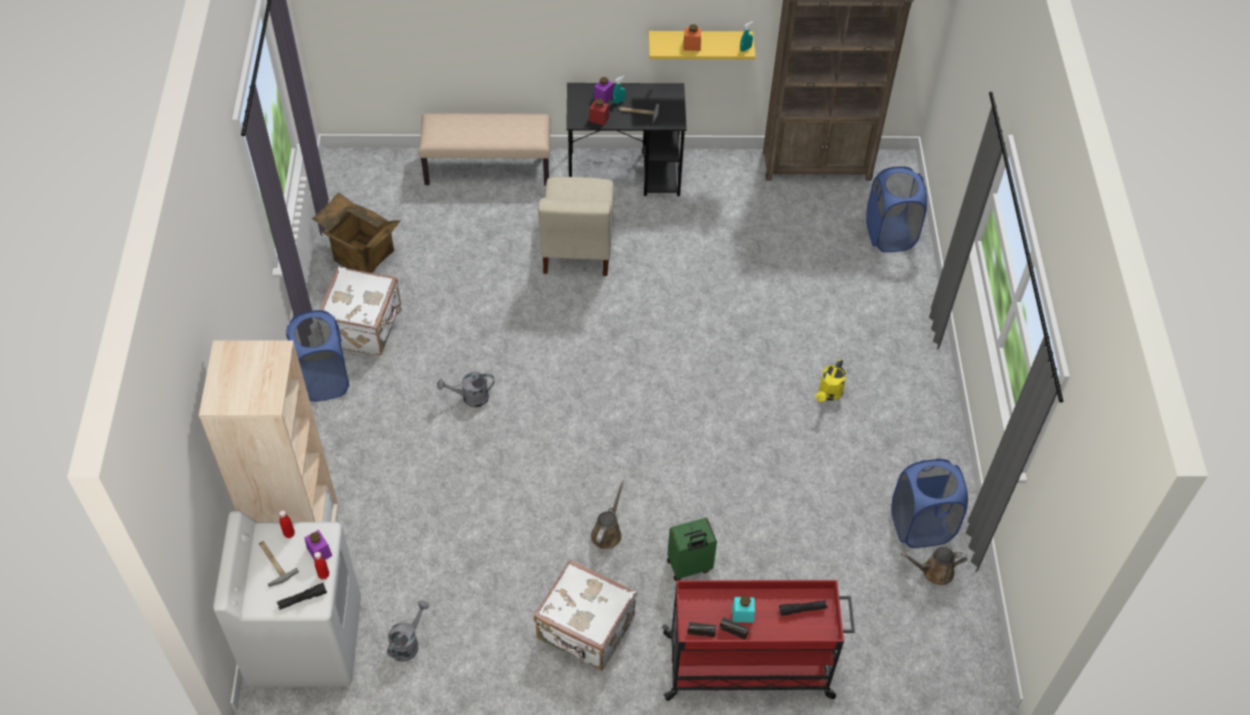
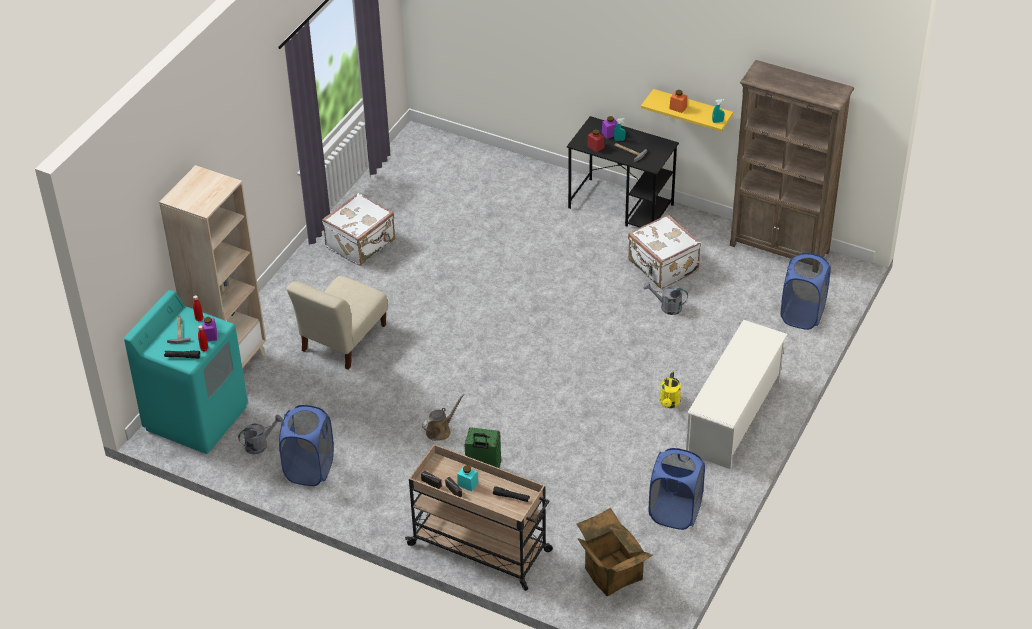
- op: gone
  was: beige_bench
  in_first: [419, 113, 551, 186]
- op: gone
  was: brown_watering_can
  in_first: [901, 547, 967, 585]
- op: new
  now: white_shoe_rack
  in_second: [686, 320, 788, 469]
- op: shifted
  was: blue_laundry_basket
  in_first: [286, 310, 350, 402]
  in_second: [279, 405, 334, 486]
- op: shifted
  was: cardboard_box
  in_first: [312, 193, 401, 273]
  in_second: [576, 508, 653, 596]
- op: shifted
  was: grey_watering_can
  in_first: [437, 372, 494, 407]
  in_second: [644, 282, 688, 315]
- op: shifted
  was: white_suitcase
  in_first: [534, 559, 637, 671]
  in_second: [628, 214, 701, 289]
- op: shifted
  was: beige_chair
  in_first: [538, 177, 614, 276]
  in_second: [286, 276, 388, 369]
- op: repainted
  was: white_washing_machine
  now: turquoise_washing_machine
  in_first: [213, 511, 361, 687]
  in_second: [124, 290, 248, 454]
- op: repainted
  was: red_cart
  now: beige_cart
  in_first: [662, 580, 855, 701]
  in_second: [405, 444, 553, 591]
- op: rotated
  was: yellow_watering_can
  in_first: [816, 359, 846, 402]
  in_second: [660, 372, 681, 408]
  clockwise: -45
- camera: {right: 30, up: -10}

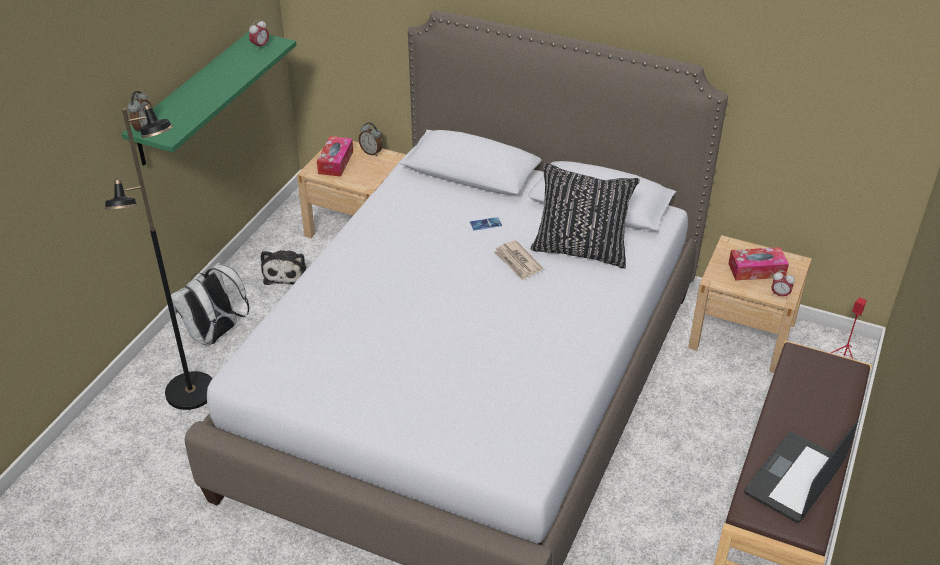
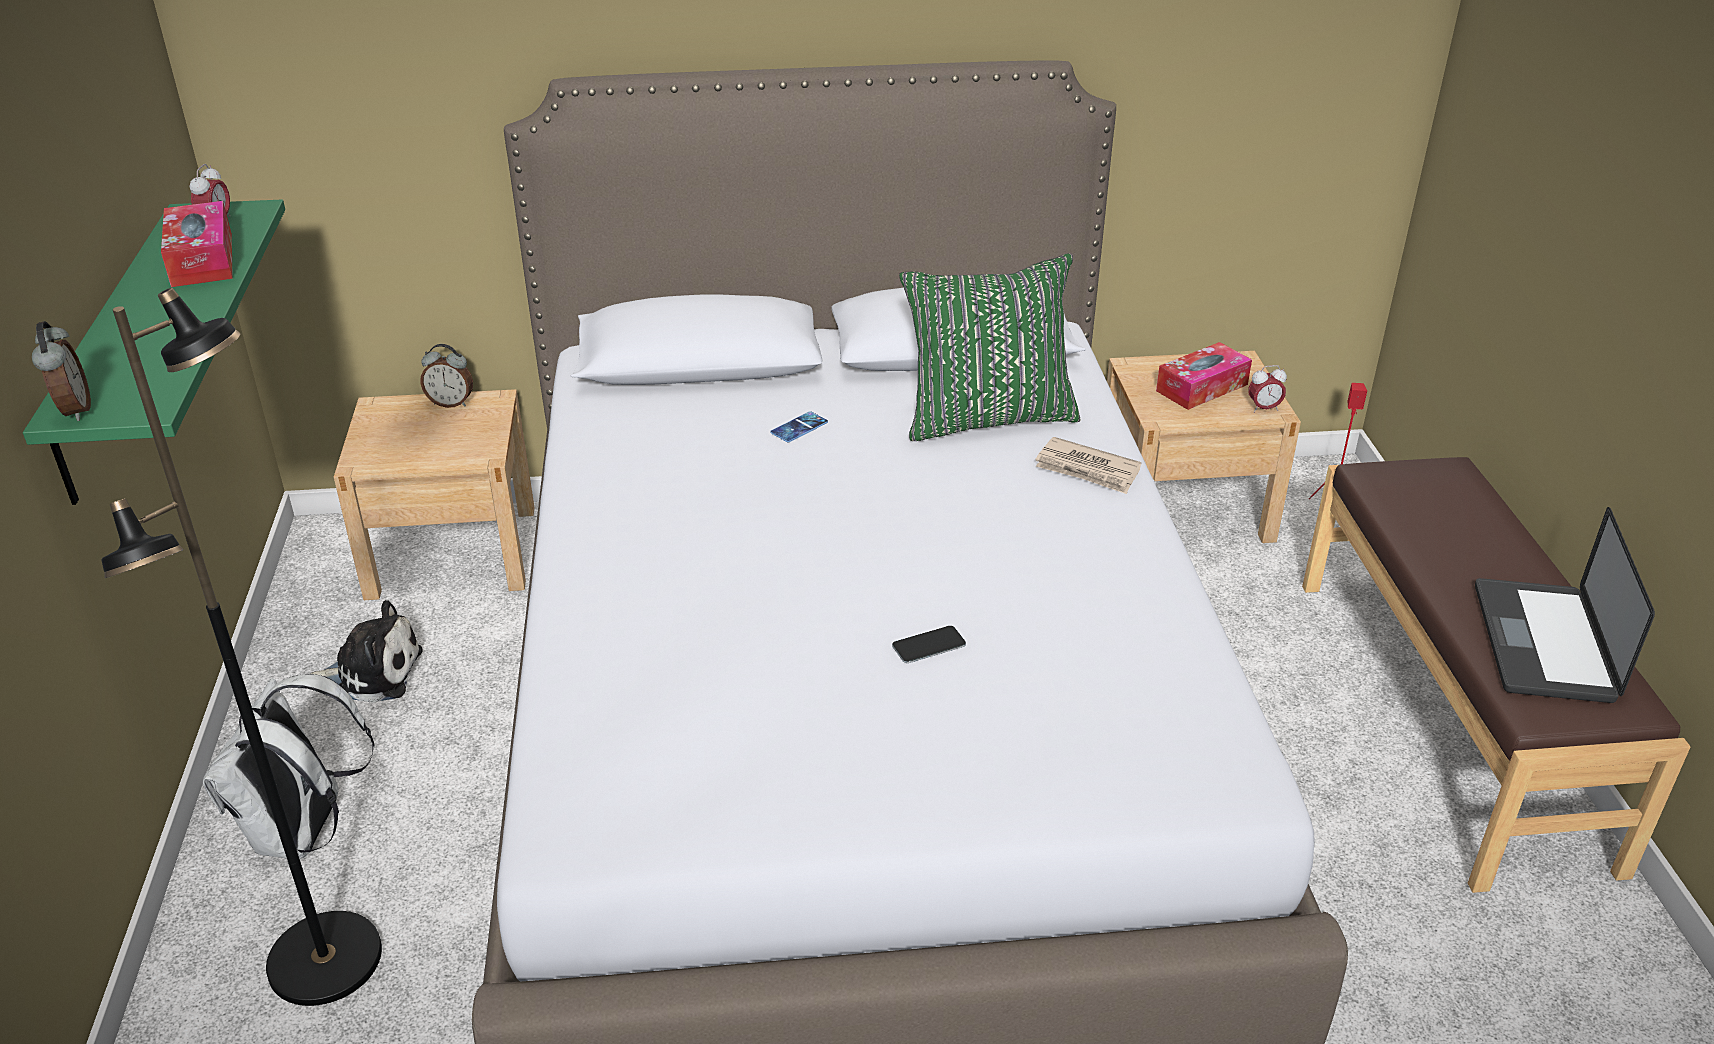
- op: new
  now: phone
  in_second: [892, 626, 966, 663]
- op: shifted
  was: tissue_box
  in_first: [317, 136, 353, 177]
  in_second: [161, 201, 233, 287]
- op: shifted
  was: newspaper
  in_first: [494, 240, 543, 281]
  in_second: [1035, 437, 1142, 494]
- op: repainted
  was: black_pillow
  now: green_pillow
  in_first: [531, 163, 640, 269]
  in_second: [899, 253, 1080, 441]
- op: rotated
  was: plush_toy
  in_first: [261, 250, 306, 285]
  in_second: [310, 600, 423, 703]
  clockwise: -60
- camera: {right: -30, up: -5}

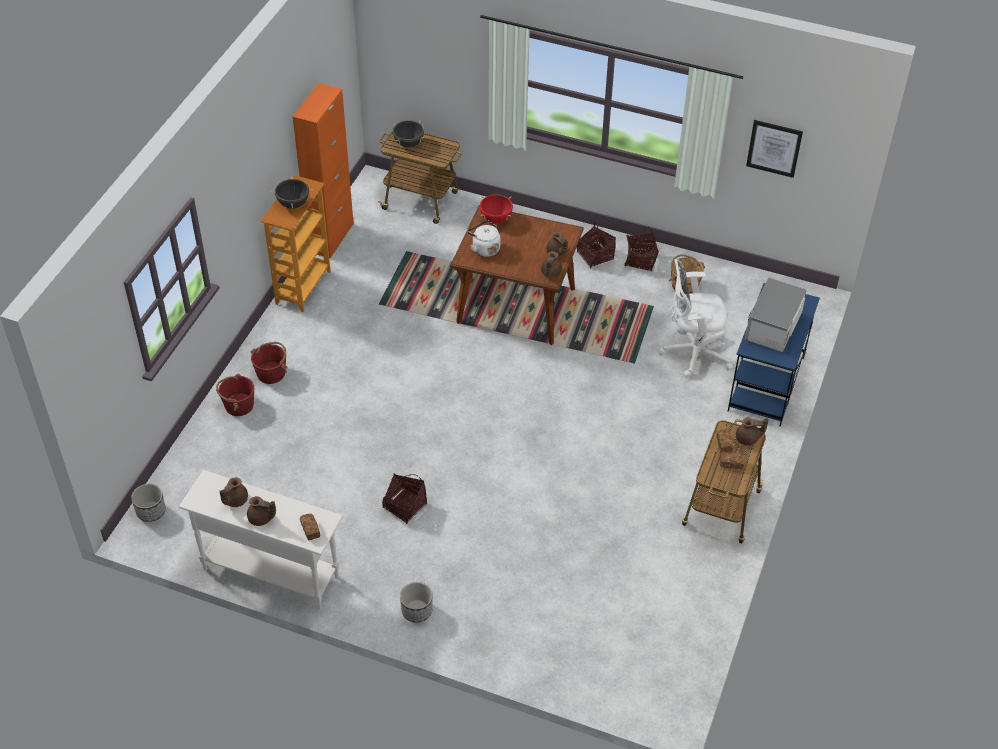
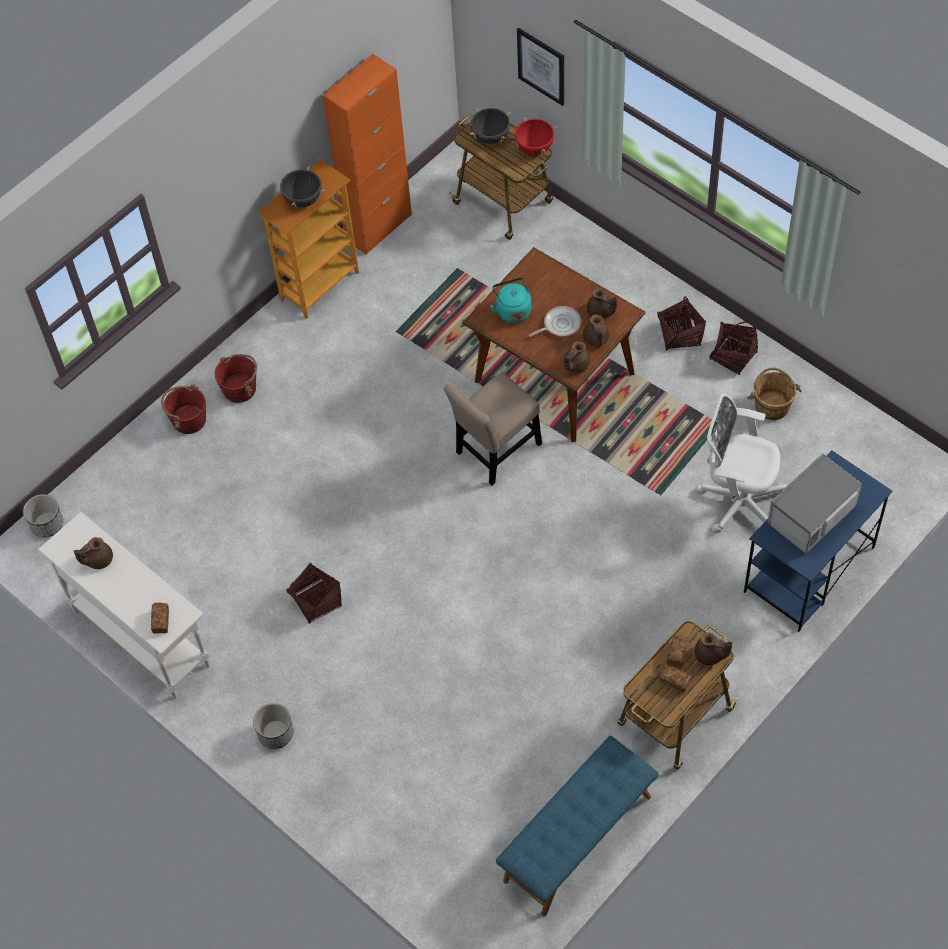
- op: new
  now: beige_chair
  in_second: [444, 372, 542, 485]
- op: new
  now: blue_bench
  in_second: [496, 736, 659, 916]
- op: new
  now: frying_pan
  in_second: [529, 306, 581, 337]
- op: shifted
  was: brown_teapot
  in_first: [247, 496, 276, 526]
  in_second: [587, 288, 617, 319]
- op: shifted
  was: red_cooking_pot
  in_first: [480, 194, 513, 223]
  in_second: [512, 117, 557, 155]
- op: shifted
  was: picture
  in_first: [746, 120, 803, 178]
  in_second: [517, 28, 564, 106]
- op: repainted
  was: white_kettle
  now: turquoise_kettle
  in_first: [467, 220, 500, 257]
  in_second: [490, 277, 531, 323]
- camera: {right: 25, up: 10}

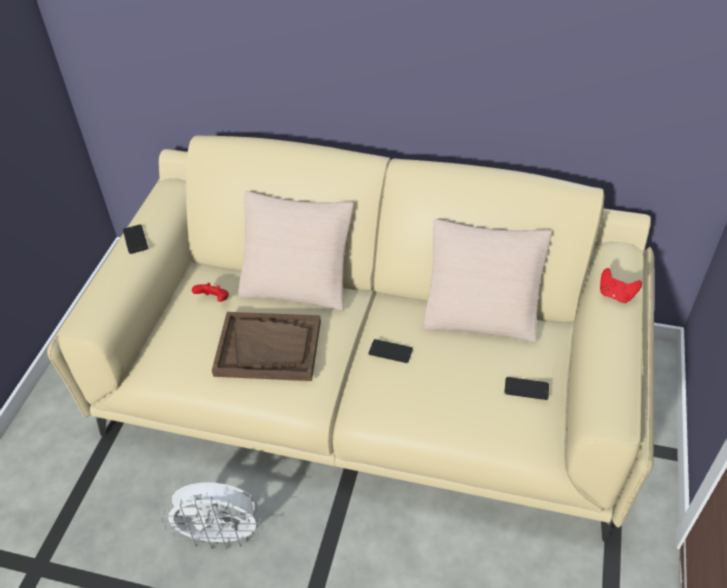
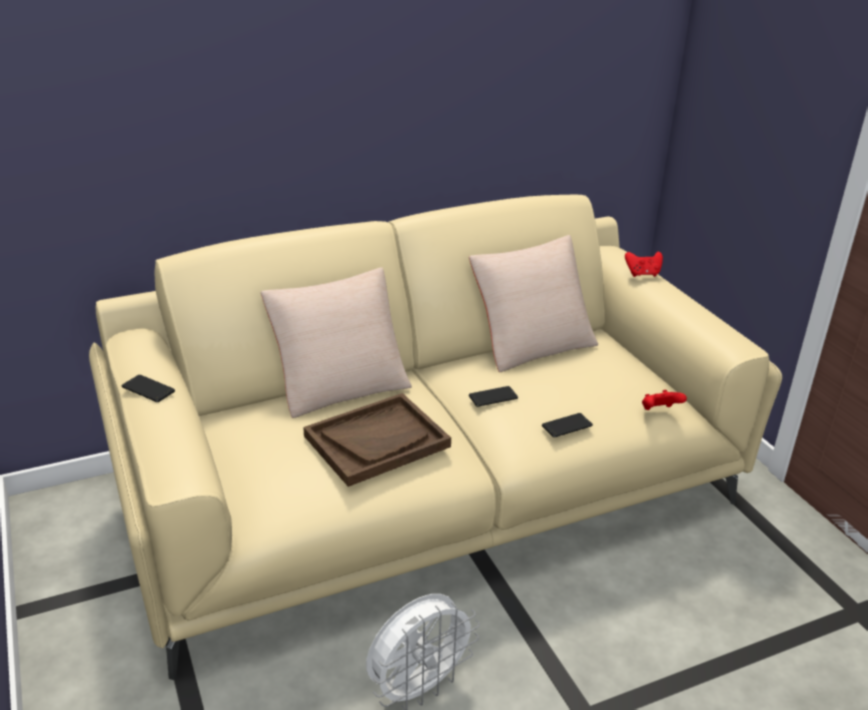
- op: shifted
  was: red_game_controller
  in_first: [192, 283, 229, 302]
  in_second: [642, 390, 687, 410]
- op: shifted
  was: phone
  in_first: [504, 377, 549, 400]
  in_second: [542, 413, 593, 437]
- camera: {right: -40, up: -15}

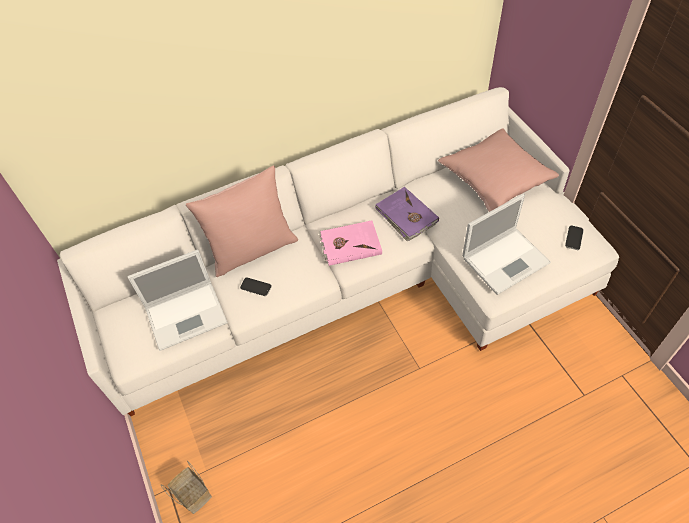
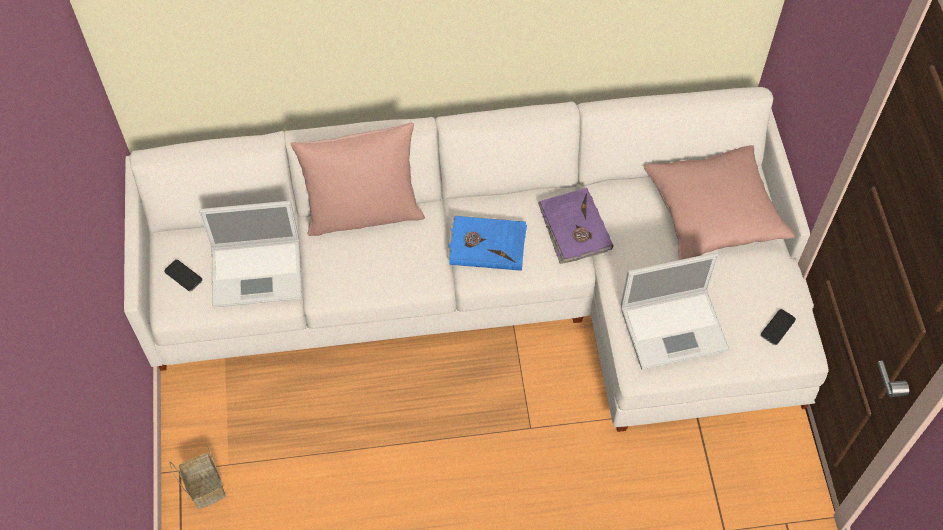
- op: shifted
  was: phone
  in_first: [240, 278, 272, 296]
  in_second: [164, 260, 203, 291]
- op: repainted
  was: pink_book
  now: blue_book
  in_first: [318, 220, 382, 266]
  in_second: [447, 215, 527, 271]
- camera: {right: 15, up: 5}

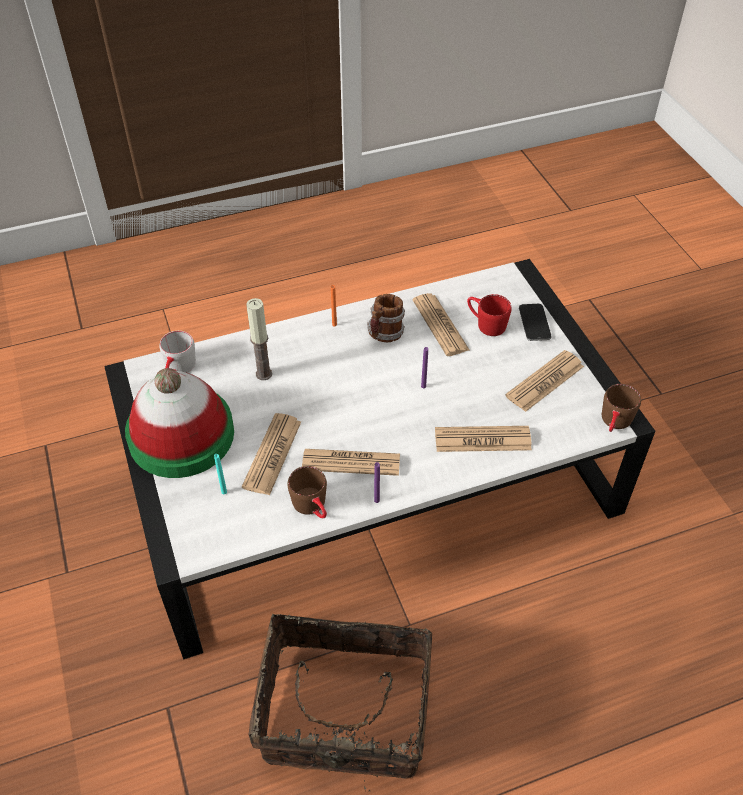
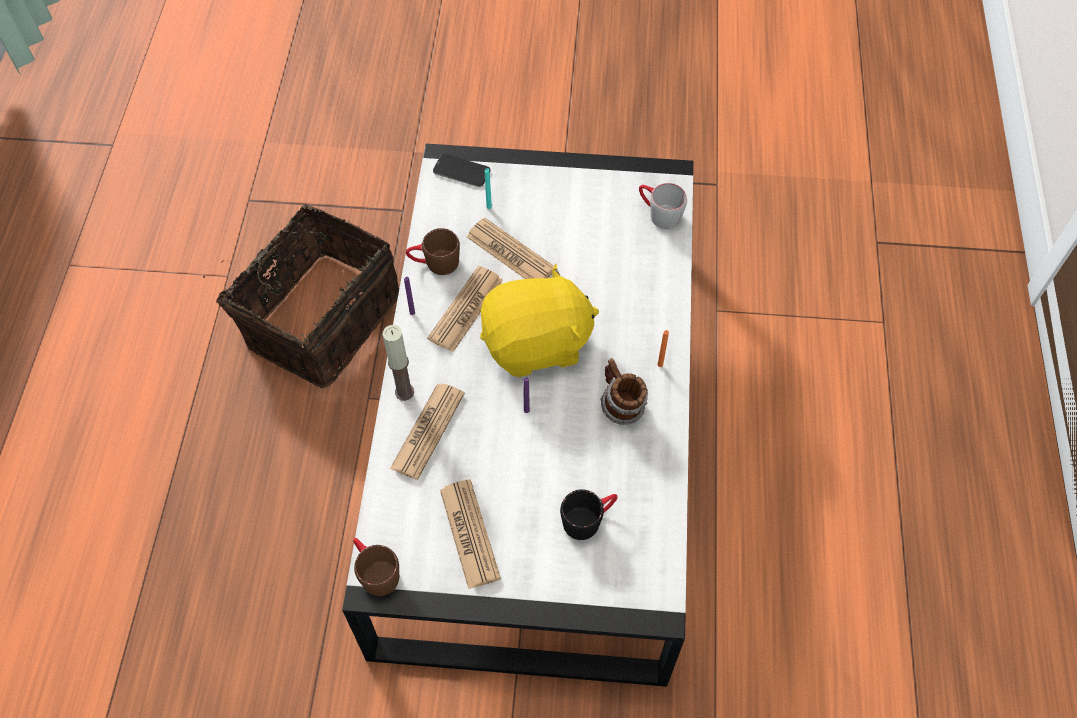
- op: gone
  was: hat
  in_first: [125, 368, 234, 478]
- op: gone
  was: newspaper
  in_first: [413, 293, 469, 356]
- op: new
  now: yellow_plush_toy
  in_second: [480, 264, 599, 377]
- op: shifted
  was: candle
  in_first: [246, 298, 272, 380]
  in_second: [383, 325, 414, 401]
- op: shifted
  was: phone
  in_first: [519, 304, 552, 341]
  in_second: [433, 154, 491, 187]
- op: repainted
  was: red_mug
  now: black_mug
  in_first: [467, 294, 511, 336]
  in_second: [560, 489, 618, 540]
- camera: {right: 115, up: 10}

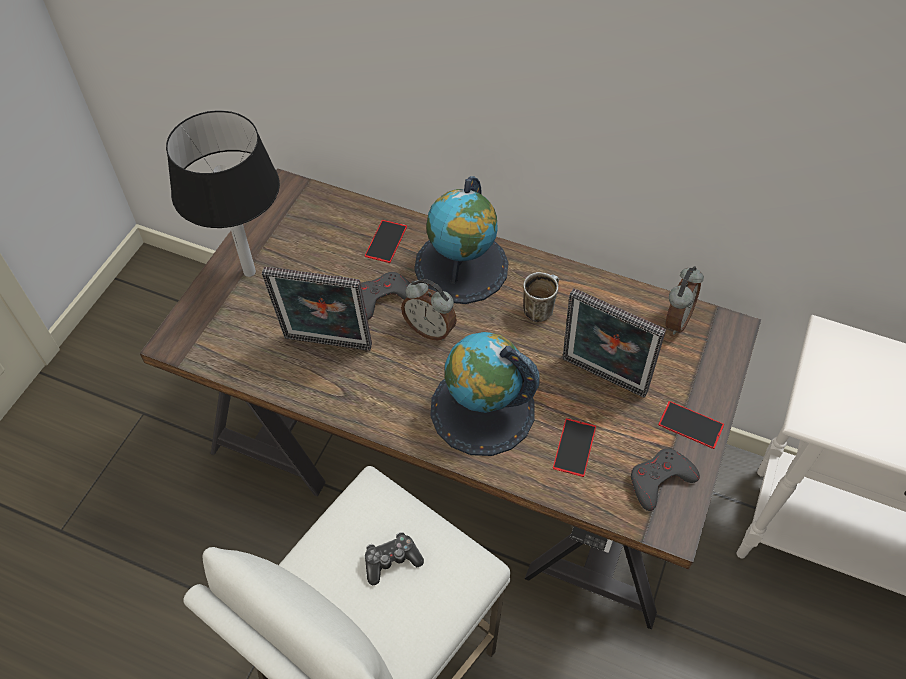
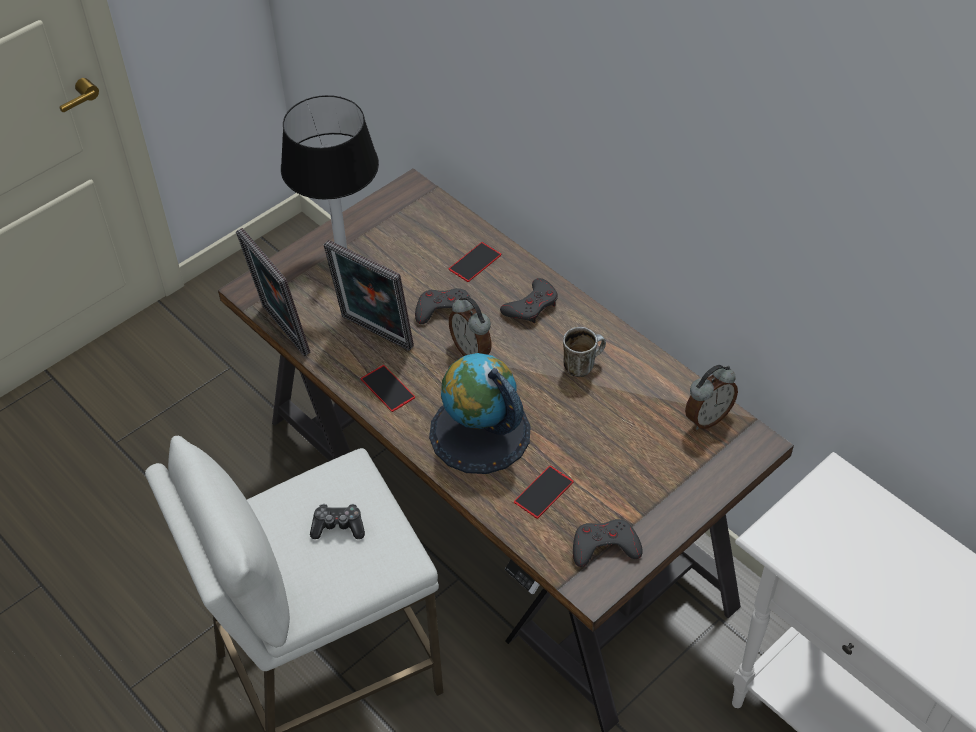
- op: shifted
  was: picture_frame
  in_first: [562, 288, 666, 398]
  in_second: [236, 228, 311, 356]
- op: shifted
  was: phone
  in_first: [658, 401, 724, 449]
  in_second: [361, 365, 415, 412]
- op: swapped
  was: globe
  now: grey_game_controller
  in_first: [414, 176, 509, 304]
  in_second: [500, 278, 558, 323]
- camera: {right: 25, up: -5}

